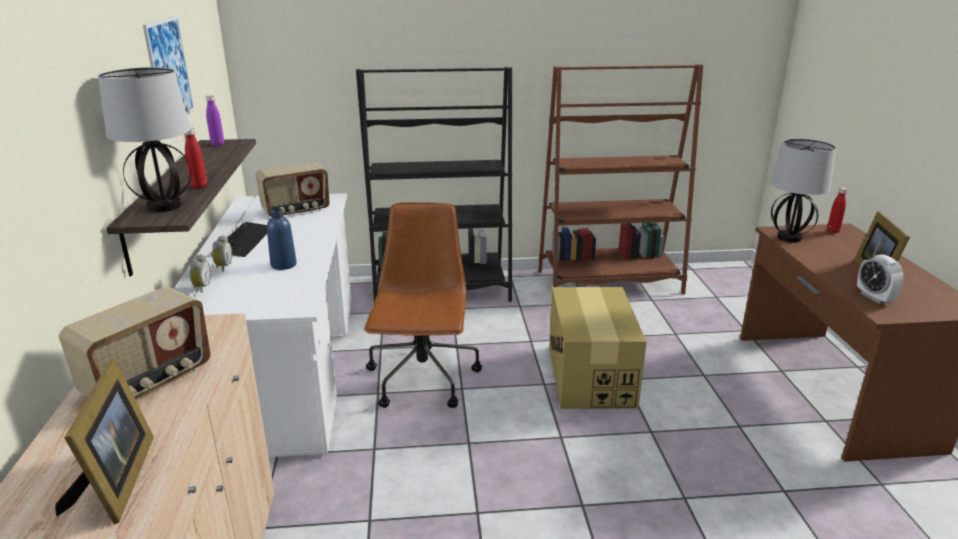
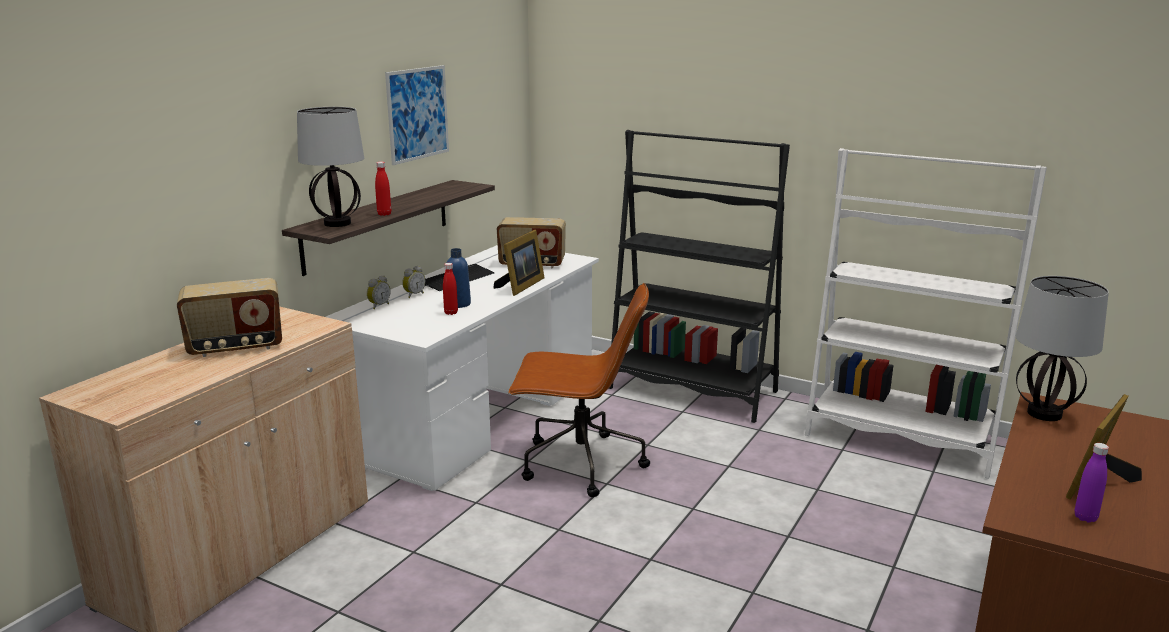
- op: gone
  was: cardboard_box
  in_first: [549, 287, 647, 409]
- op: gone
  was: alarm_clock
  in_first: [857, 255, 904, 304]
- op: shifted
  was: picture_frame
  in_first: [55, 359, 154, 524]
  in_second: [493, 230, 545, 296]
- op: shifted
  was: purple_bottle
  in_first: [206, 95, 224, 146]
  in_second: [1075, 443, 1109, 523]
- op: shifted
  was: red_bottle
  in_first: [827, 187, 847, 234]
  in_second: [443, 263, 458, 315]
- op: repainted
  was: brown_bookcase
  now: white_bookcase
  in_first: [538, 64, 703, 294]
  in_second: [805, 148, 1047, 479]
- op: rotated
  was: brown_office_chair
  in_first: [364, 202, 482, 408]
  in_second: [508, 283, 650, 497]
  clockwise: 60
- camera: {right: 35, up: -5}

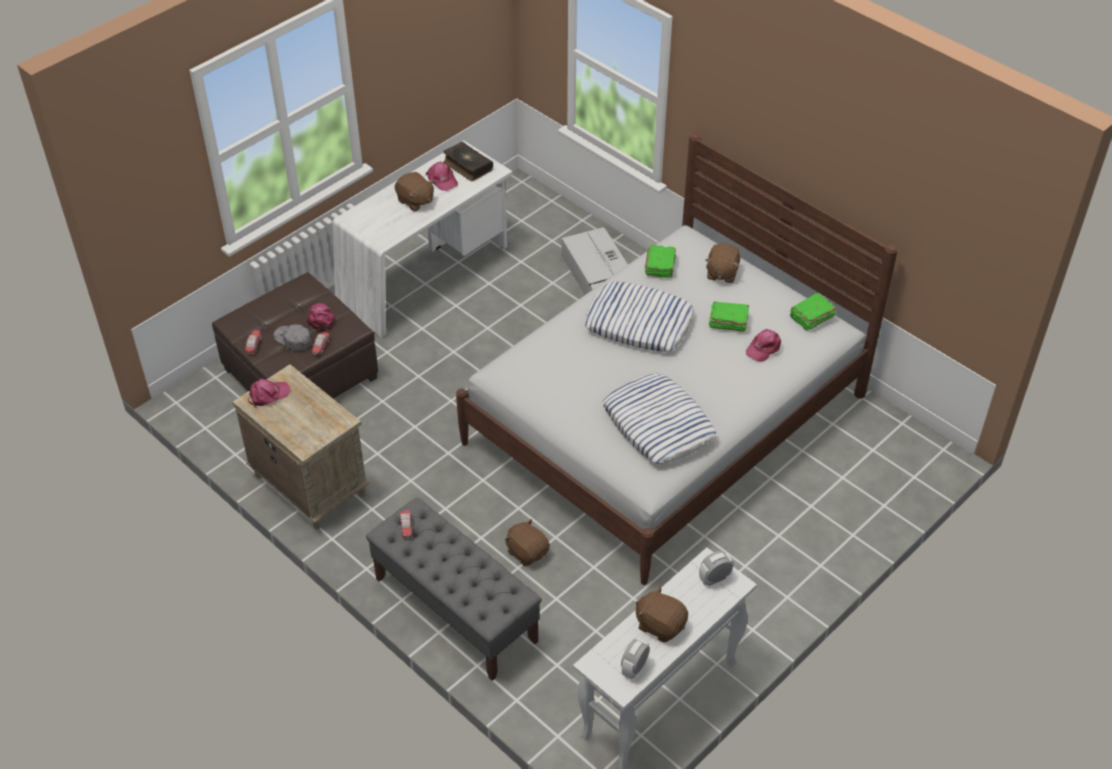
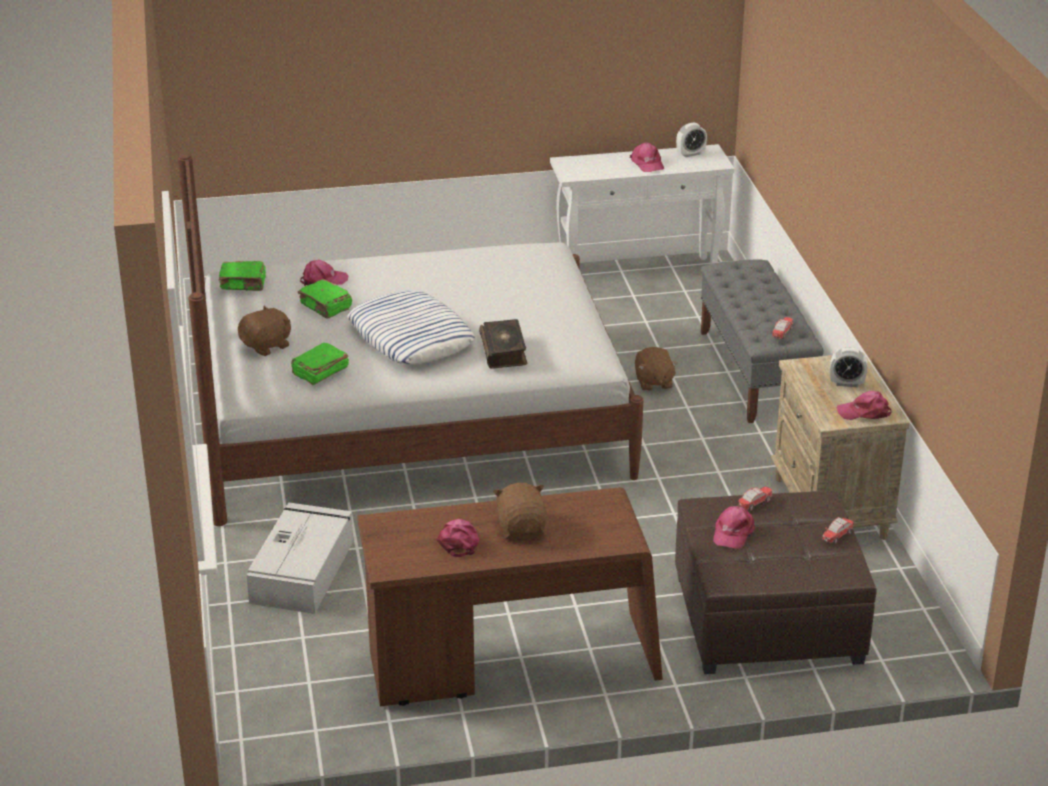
- op: gone
  was: grey_cap
  in_first: [274, 324, 312, 351]
- op: gone
  was: pillow
  in_first: [602, 373, 716, 464]
- op: shifted
  was: book
  in_first: [443, 142, 493, 181]
  in_second: [479, 319, 528, 369]
- op: shifted
  was: alarm_clock
  in_first: [699, 551, 734, 586]
  in_second: [830, 347, 867, 387]
- op: swapped
  was: brown_plush_toy
  now: pink_cap
  in_first: [636, 586, 688, 642]
  in_second: [630, 142, 664, 172]
- op: repainted
  was: white_desk
  now: brown_desk
  in_first: [333, 140, 512, 338]
  in_second: [357, 487, 663, 706]
- camera: {right: -145, up: -15}

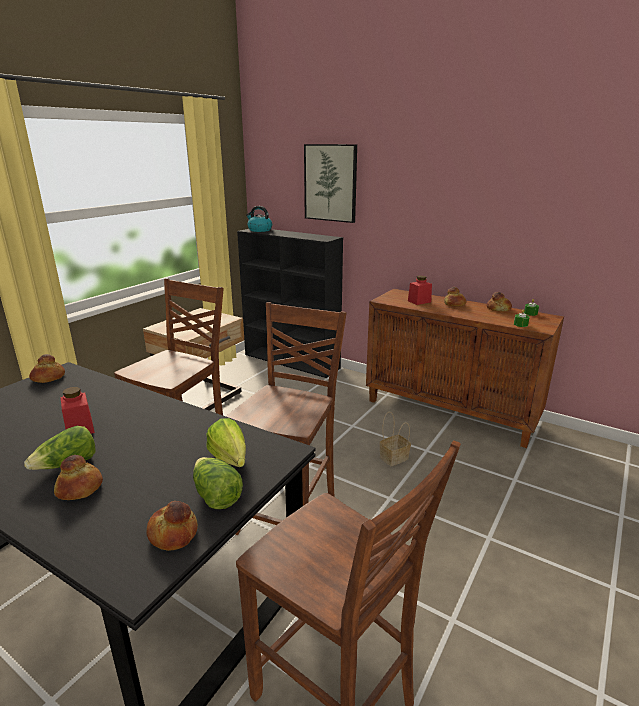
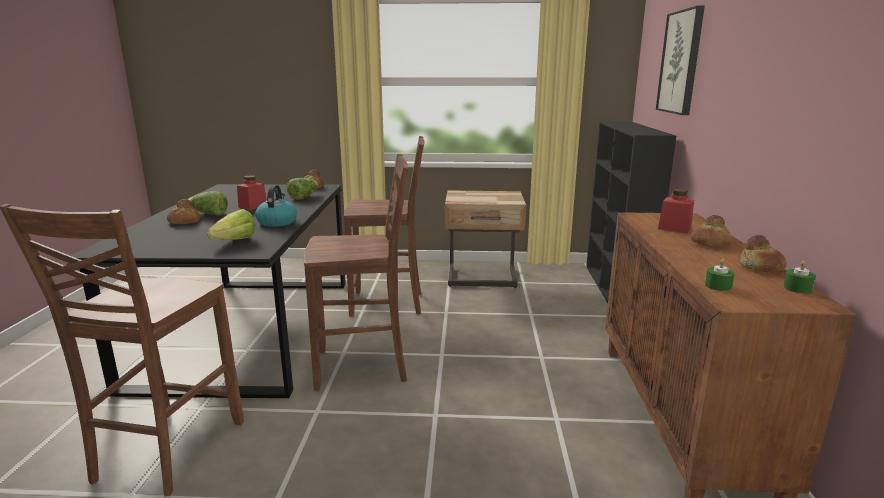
- op: gone
  was: bread
  in_first: [147, 501, 198, 551]
- op: gone
  was: basket
  in_first: [379, 412, 411, 466]
- op: shifted
  was: lettuce
  in_first: [193, 457, 243, 509]
  in_second: [287, 178, 318, 200]
- op: shifted
  was: kettle
  in_first: [246, 206, 272, 232]
  in_second: [255, 185, 297, 227]
- camera: {right: 60, up: -5}

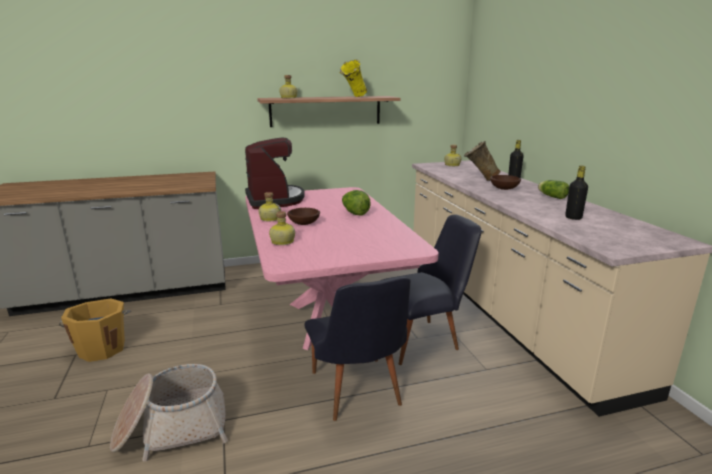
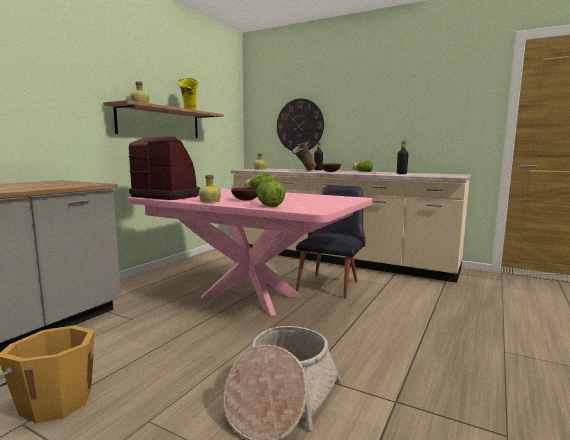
- op: gone
  was: black_chair
  in_first: [305, 277, 410, 421]
- op: new
  now: wall_clock
  in_second: [277, 98, 324, 151]
- op: swapped
  was: bottle
  now: lettuce
  in_first: [269, 211, 295, 245]
  in_second: [256, 179, 285, 207]
- camera: {right: -45, up: -10}

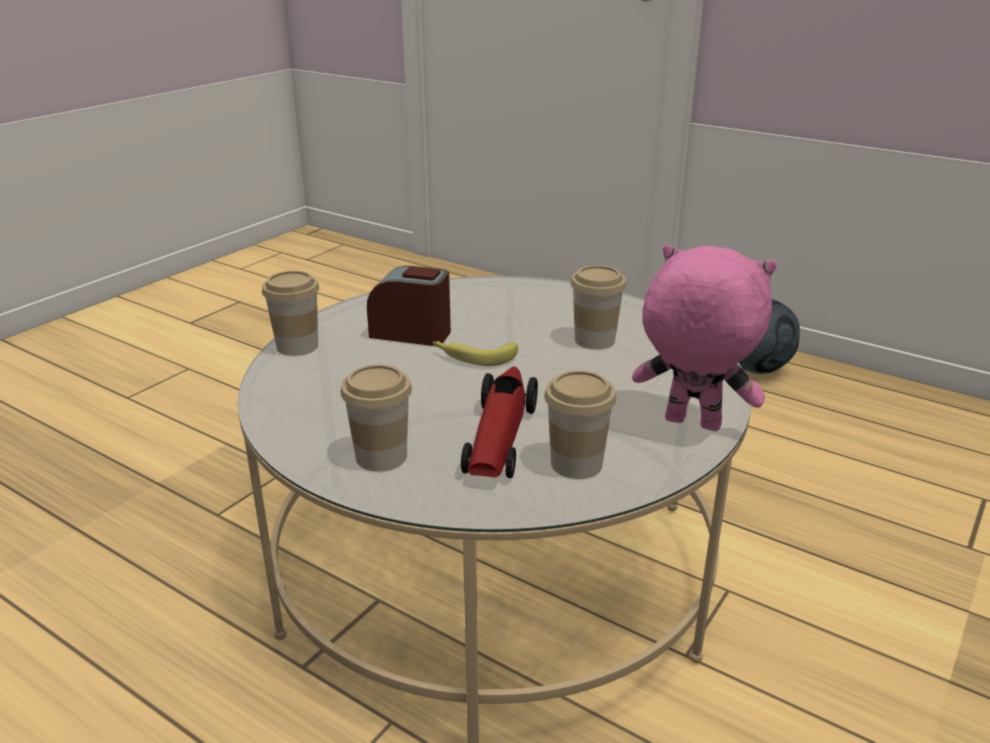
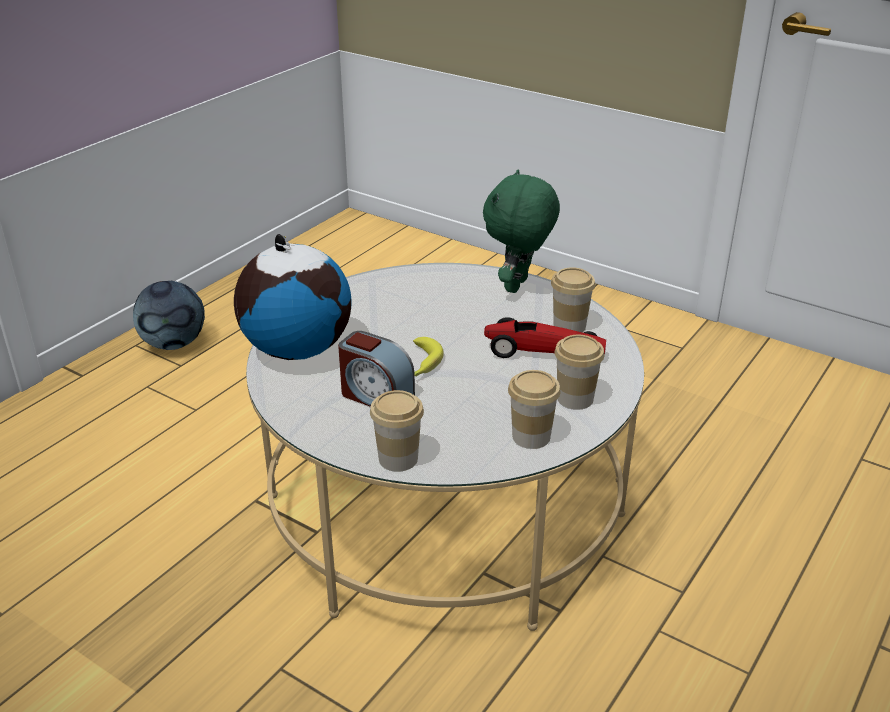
- op: new
  now: globe
  in_second: [234, 234, 351, 360]
- op: shifted
  was: cup
  in_first: [570, 265, 626, 349]
  in_second: [508, 370, 561, 449]
- op: repainted
  was: pink_plush_toy
  now: green_plush_toy
  in_first: [632, 245, 777, 431]
  in_second: [483, 170, 560, 293]
- op: rotated
  was: alarm_clock
  in_first: [367, 266, 451, 346]
  in_second: [338, 331, 415, 407]
  clockwise: -75
- camera: {right: -90, up: 5}

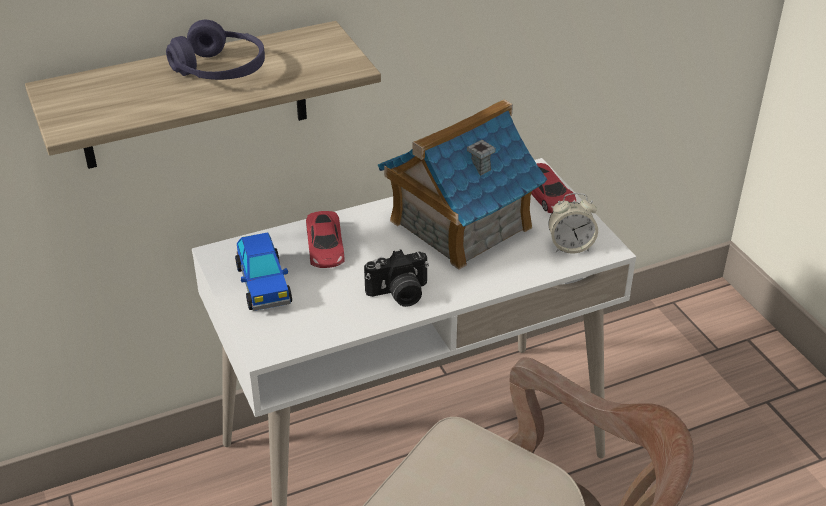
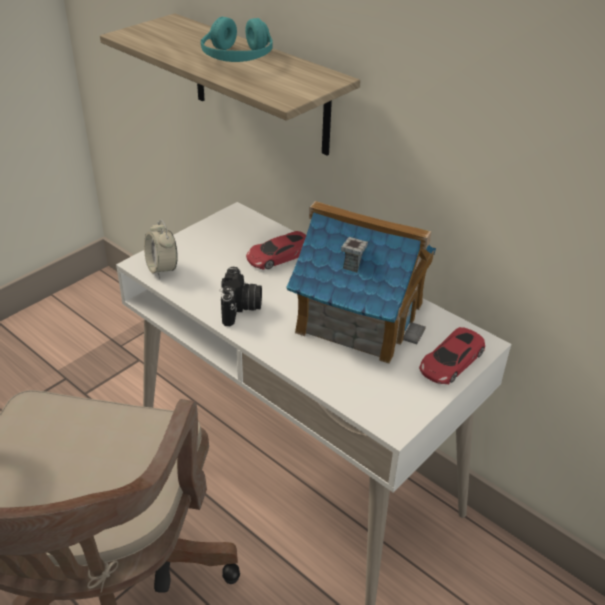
- op: gone
  was: toy_car
  in_first: [235, 233, 292, 311]
- op: shifted
  was: alarm_clock
  in_first: [548, 193, 598, 254]
  in_second: [144, 219, 178, 279]
- op: repainted
  was: purple_headphones
  now: turquoise_headphones
  in_first: [166, 20, 265, 80]
  in_second: [201, 17, 273, 62]
- op: rotated
  was: photo_camera
  in_first: [364, 249, 429, 307]
  in_second: [219, 267, 262, 326]
  clockwise: -135
- camera: {right: 65, up: 0}

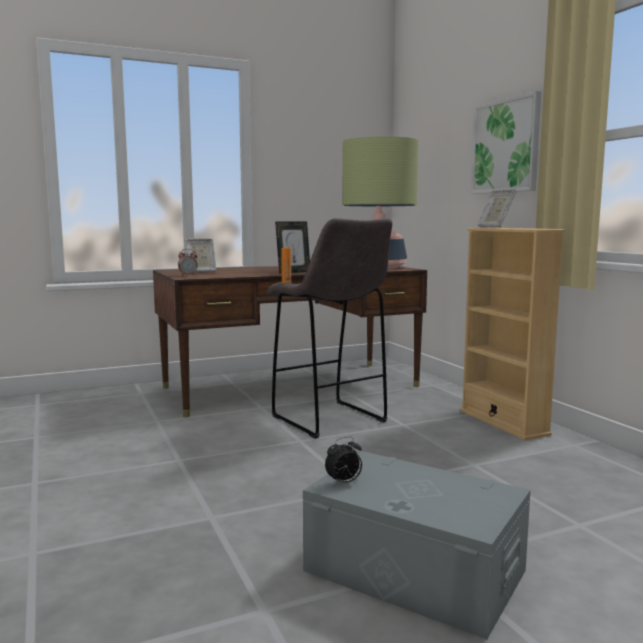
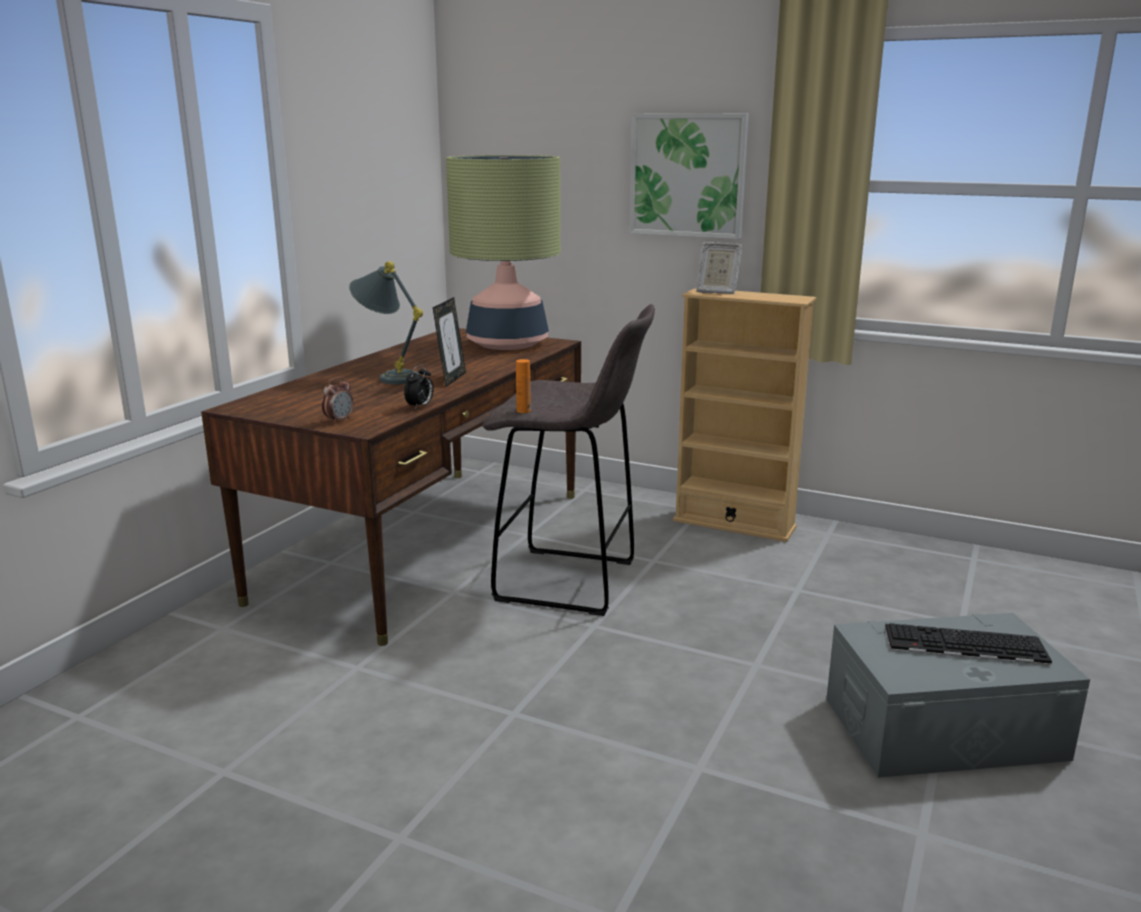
- op: gone
  was: picture_frame
  in_first: [184, 238, 216, 273]
- op: new
  now: grey_table_lamp
  in_second: [349, 261, 423, 385]
- op: new
  now: keyboard
  in_second: [885, 623, 1052, 665]
- op: shifted
  was: alarm_clock
  in_first: [325, 436, 362, 485]
  in_second: [404, 365, 433, 410]
- camera: {right: -40, up: 10}

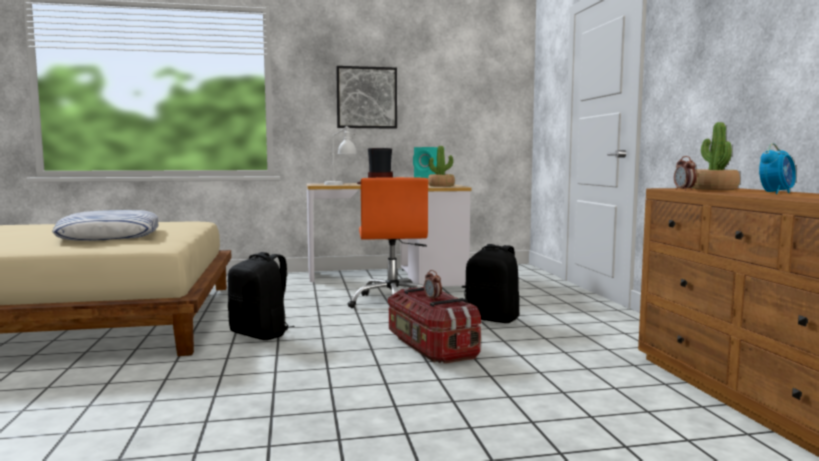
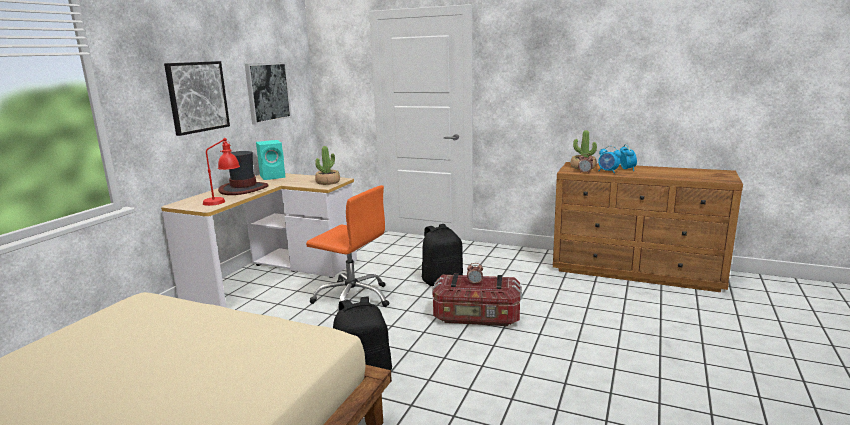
- op: gone
  was: pillow
  in_first: [52, 210, 158, 241]
- op: new
  now: picture
  in_second: [245, 62, 292, 125]
- op: new
  now: alarm_clock
  in_second: [598, 146, 621, 173]
- op: repainted
  was: white_table_lamp
  now: red_table_lamp
  in_first: [324, 126, 357, 185]
  in_second: [203, 138, 240, 206]
- camera: {right: -55, up: 10}

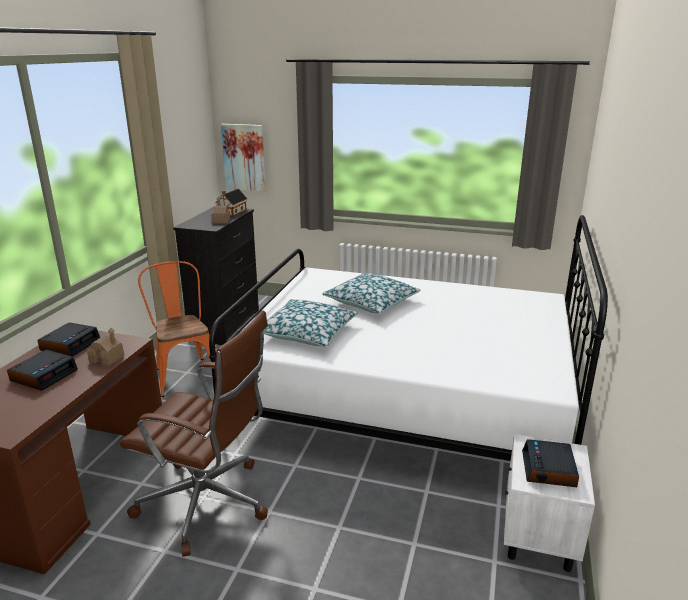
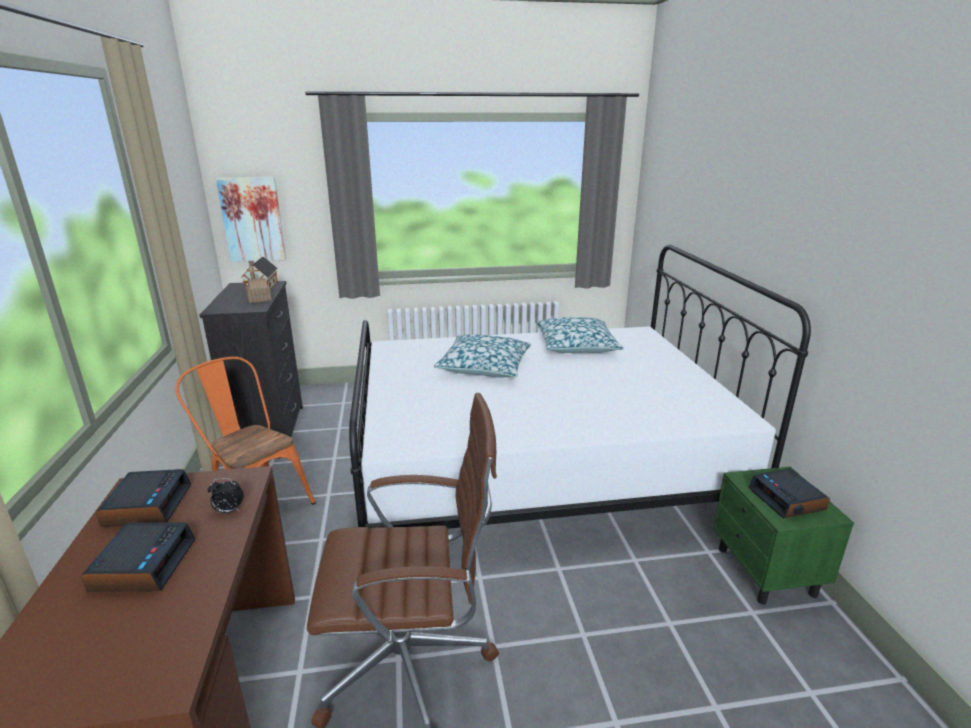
- op: shifted
  was: pillow
  in_first: [263, 299, 358, 347]
  in_second: [536, 317, 624, 353]
- op: swapped
  was: toy_house
  now: alarm_clock
  in_first: [87, 327, 124, 366]
  in_second: [207, 478, 244, 513]
- op: repainted
  was: white_nightstand
  now: green_nightstand
  in_first: [504, 434, 595, 572]
  in_second: [713, 467, 854, 605]
- camera: {right: -25, up: 0}

